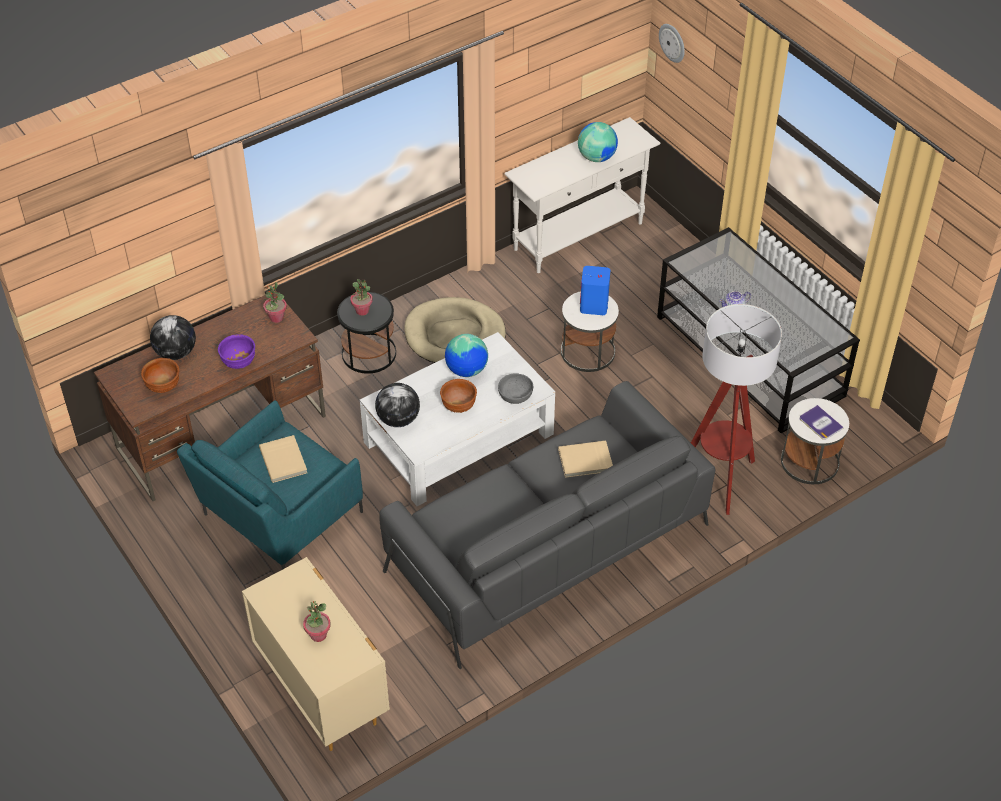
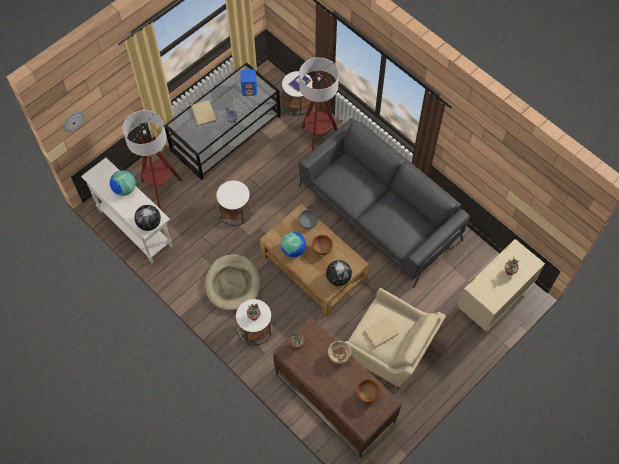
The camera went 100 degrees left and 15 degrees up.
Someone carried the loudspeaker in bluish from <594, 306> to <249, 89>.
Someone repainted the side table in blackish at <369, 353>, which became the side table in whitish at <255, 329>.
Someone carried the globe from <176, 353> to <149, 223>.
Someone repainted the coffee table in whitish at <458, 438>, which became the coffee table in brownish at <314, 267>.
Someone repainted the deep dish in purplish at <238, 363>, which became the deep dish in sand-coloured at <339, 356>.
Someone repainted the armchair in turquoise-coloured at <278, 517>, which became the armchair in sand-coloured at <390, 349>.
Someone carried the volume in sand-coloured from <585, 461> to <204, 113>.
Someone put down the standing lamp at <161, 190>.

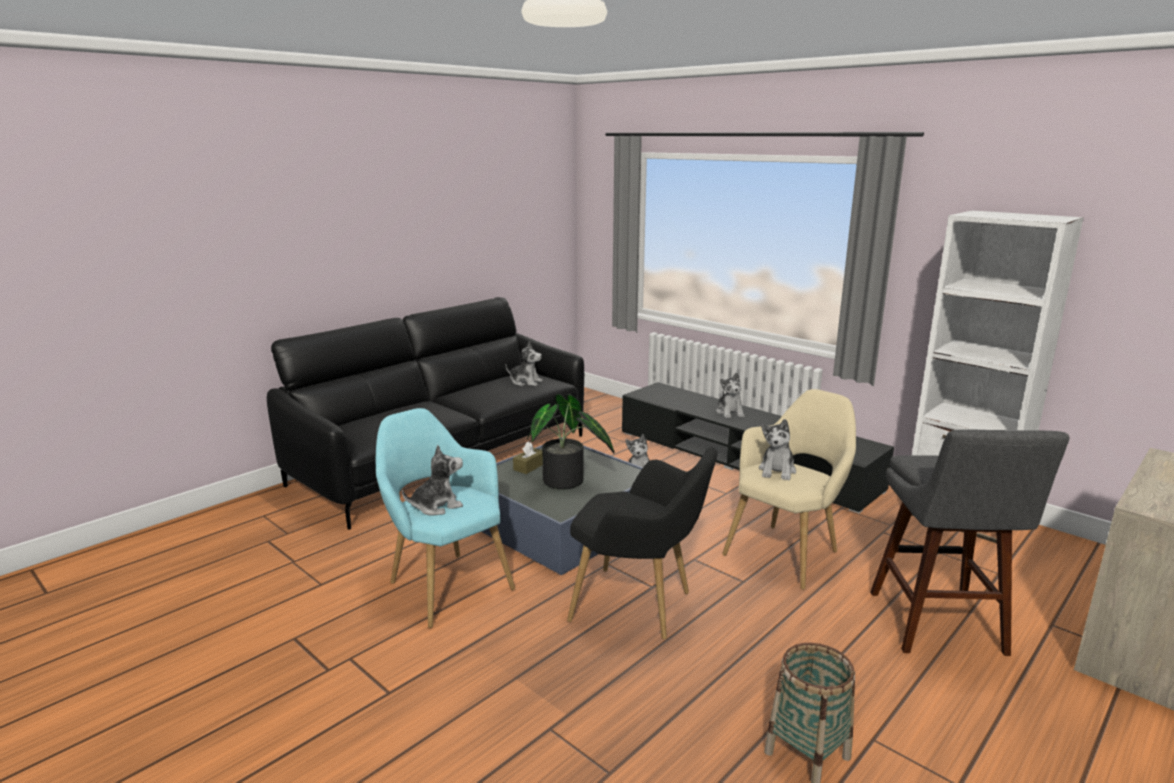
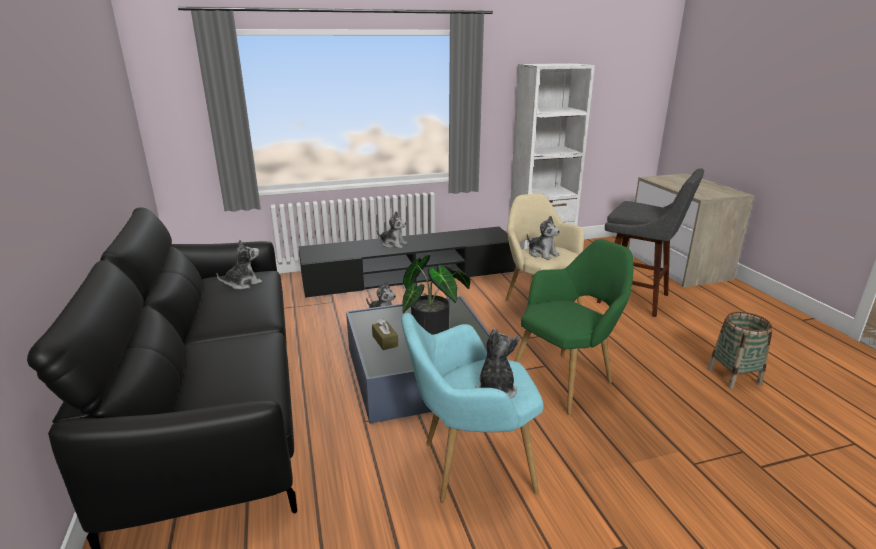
The camera went 60 degrees left and 5 degrees up.
Someone repainted the armchair in blackish at <639, 607>, which became the armchair in green at <567, 379>.

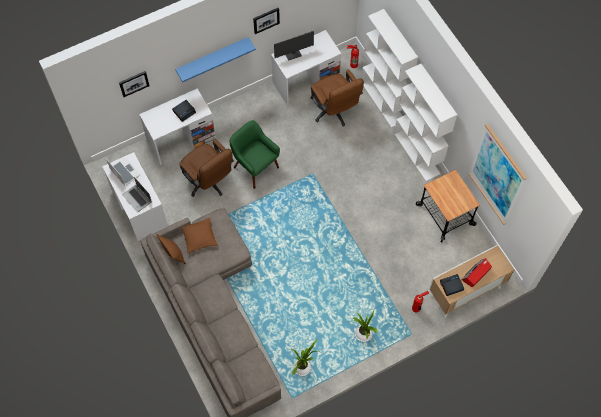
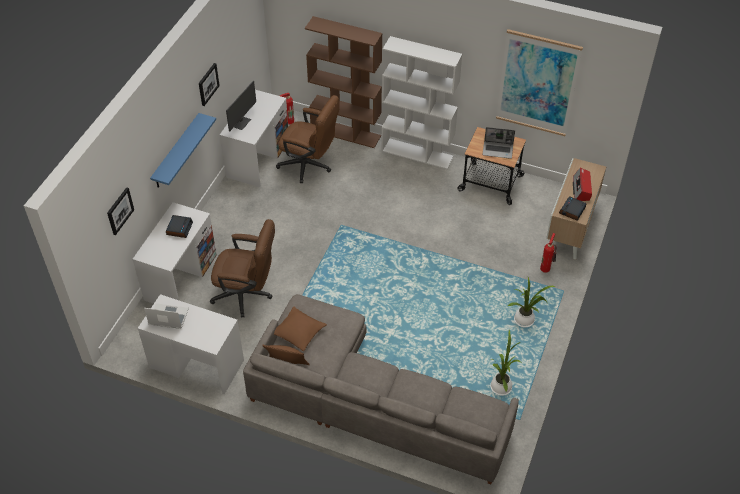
The camera went 40 degrees left and 15 degrees down.
Someone repainted the bookcase in whitish at <383, 101>, which became the bookcase in brownish at <346, 133>.
Someone took away the armchair in green at <255, 167>.
Someone carried the laptop from <137, 198> to <498, 150>.

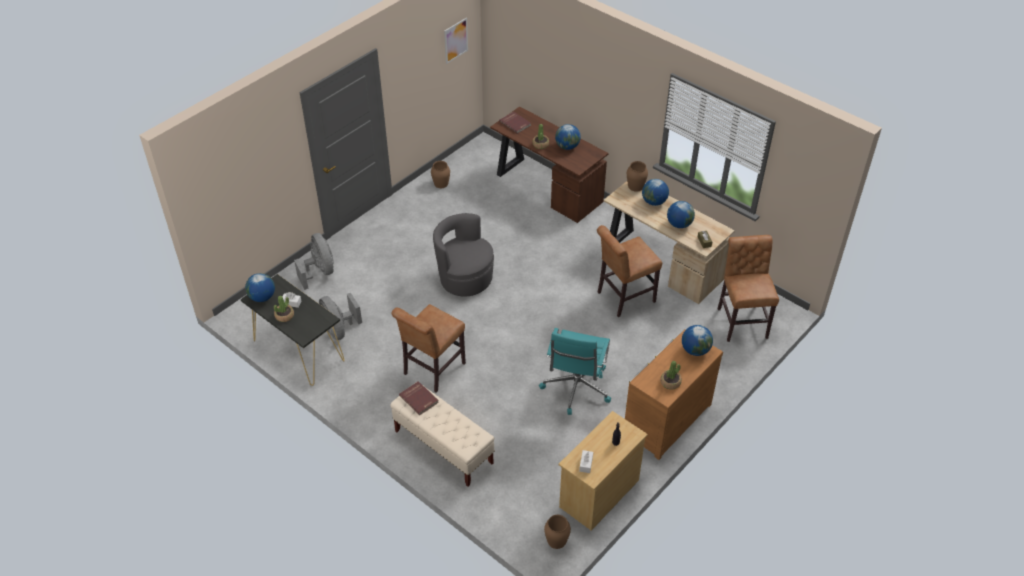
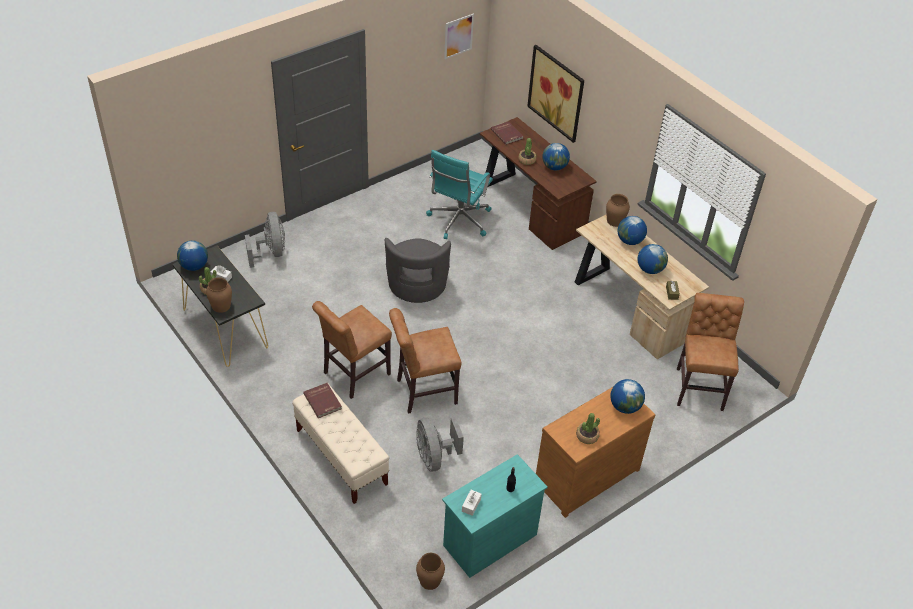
The camera went 10 degrees right and 0 degrees up.
Someone carried the decorative vase in brownish from <441, 183> to <221, 305>.
Someone rotated the armchair in grey at <465, 278> by 135 degrees counterclockwise.
Someone carried the upright chair in brownish from <623, 298> to <423, 392>.
Someone carried the electric fan in grey from <339, 330> to <434, 457>.
Someone carried the desk chair in turquoise-coloured from <576, 388> to <458, 221>.
Someone repainted the dresser in sand-coloured at <599, 493>, which became the dresser in turquoise-coloured at <489, 540>.
Someone put up the picture at <556, 93>.

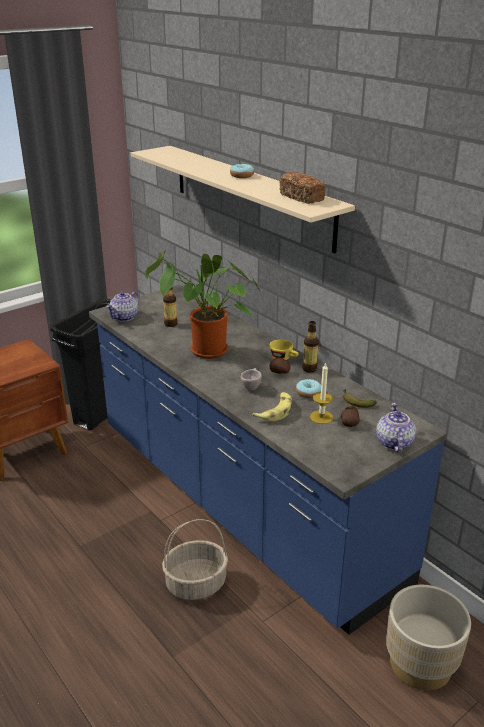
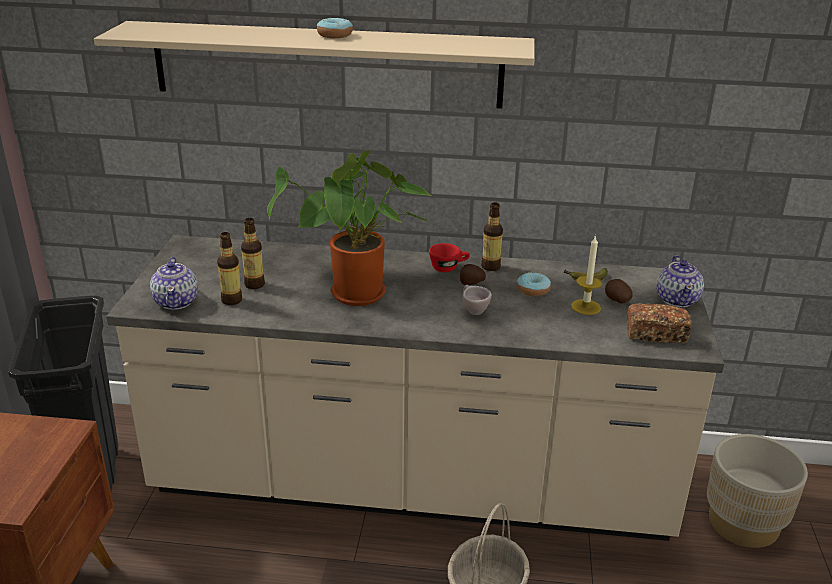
The camera went 45 degrees left and 0 degrees up.
Someone carried the bakery bread from <302, 198> to <656, 334>.
Someone repainted the kitchen counter in bluish at <241, 503>, which became the kitchen counter in sand-coloured at <412, 484>.
Someone repainted the drinking cup in yellow-coloured at <284, 358>, which became the drinking cup in red-coloured at <448, 267>.
Someone took away the banana at <275, 411>.
Someone rotated the tea pot at <393, 443> by 135 degrees counterclockwise.
Someone put down the beverage bottle at <231, 300>.

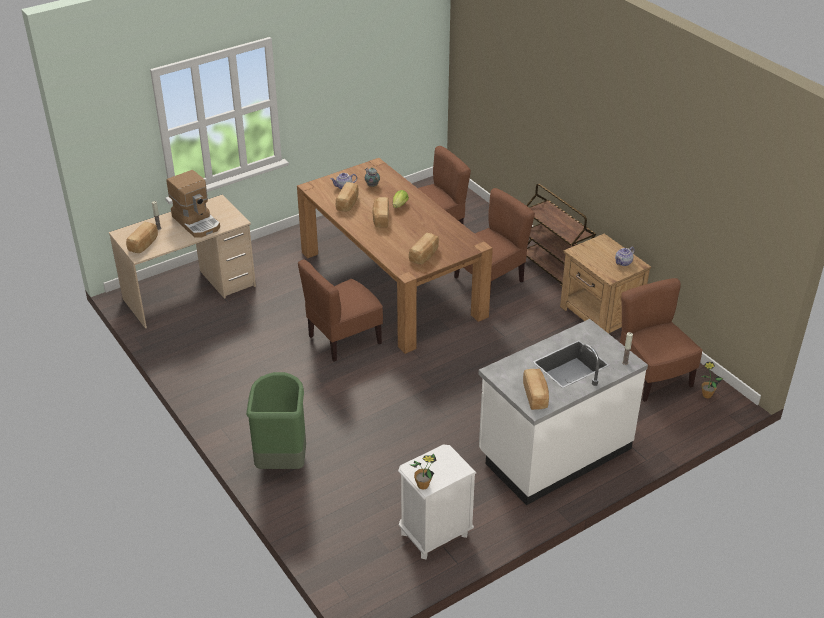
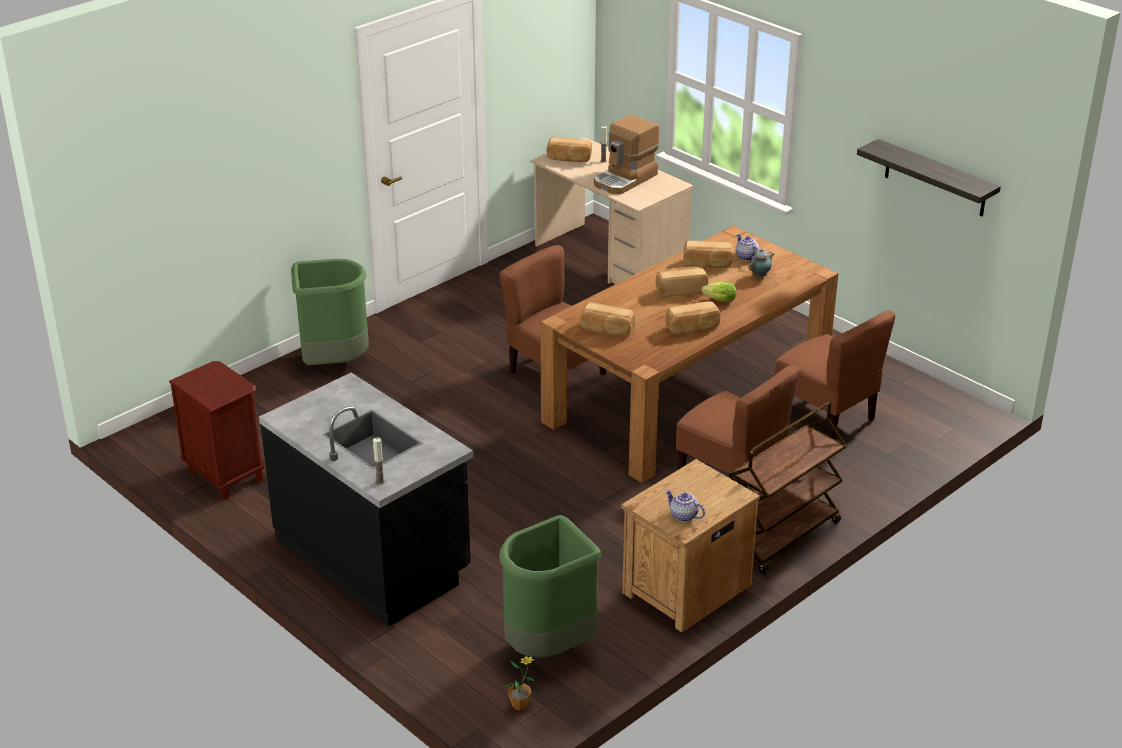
The camera went 80 degrees right and 5 degrees down.
Someone swapped the upright chair in brownish at <653, 377> for the trash can in green at <549, 647>.
Someone repainted the kitchen counter in whitish at <554, 451>, which became the kitchen counter in blackish at <374, 557>.
Someone carried the bakery bread from <536, 396> to <693, 328>.
Someone repainted the bedside table in whitish at <434, 534>, which became the bedside table in brownish at <225, 475>.
Someone took away the potted plant at <423, 485>.
Someone put up the wall shelf at <935, 178>.

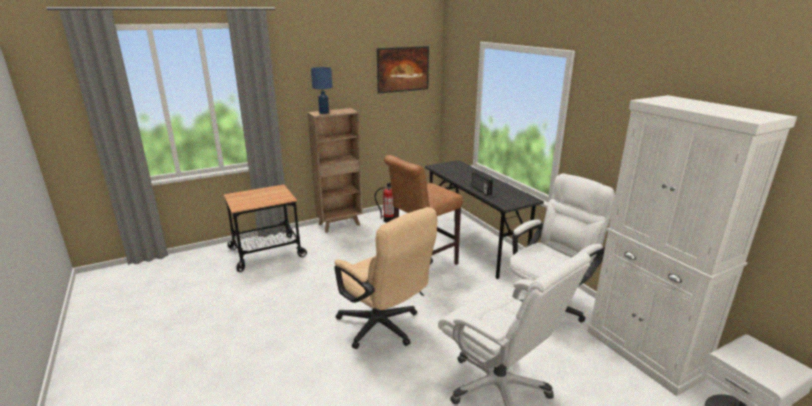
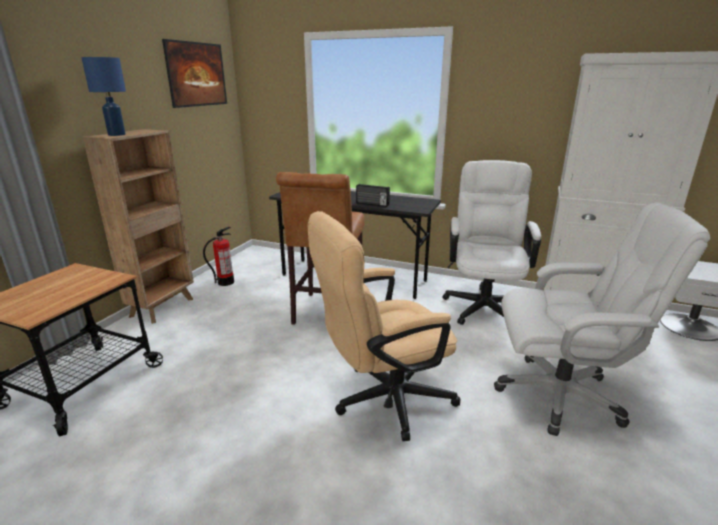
The camera went 40 degrees left and 0 degrees up.
Someone rotated the desk chair in sand-coloured at <383, 328> by 150 degrees clockwise.

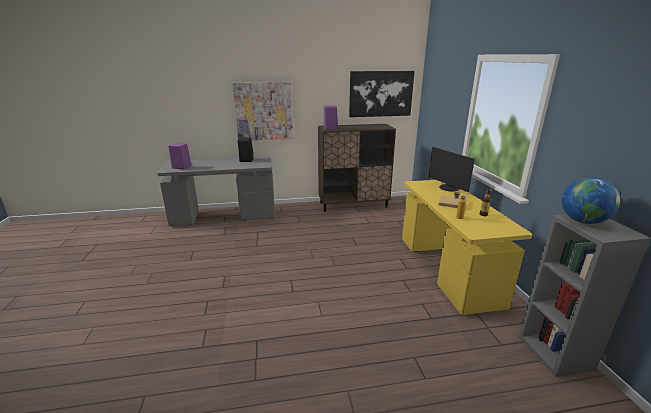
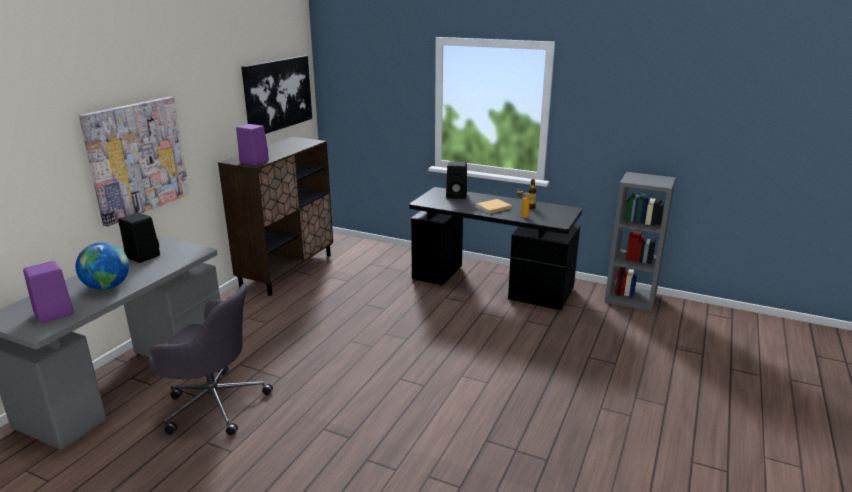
The camera went 55 degrees left and 0 degrees up.
Someone swapped the monitor at <448, 188> for the loudspeaker in blackish at <457, 195>.
Someone carried the globe from <582, 221> to <107, 287>.
Someone repainted the desk unit in yellow-coloured at <447, 269>, which became the desk unit in blackish at <491, 284>.
Someone put down the desk chair in grey at <214, 403>.

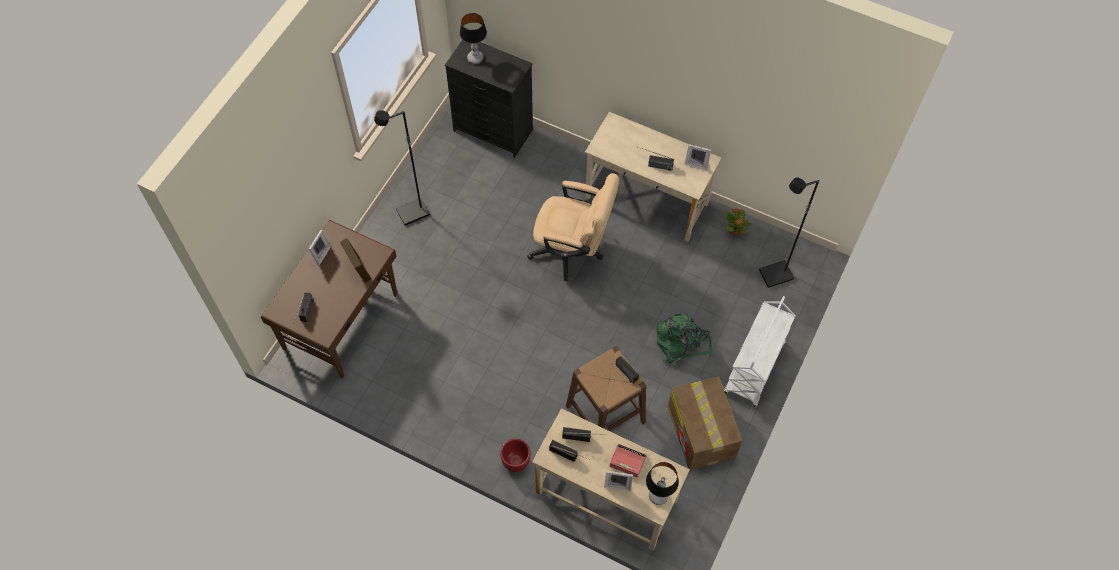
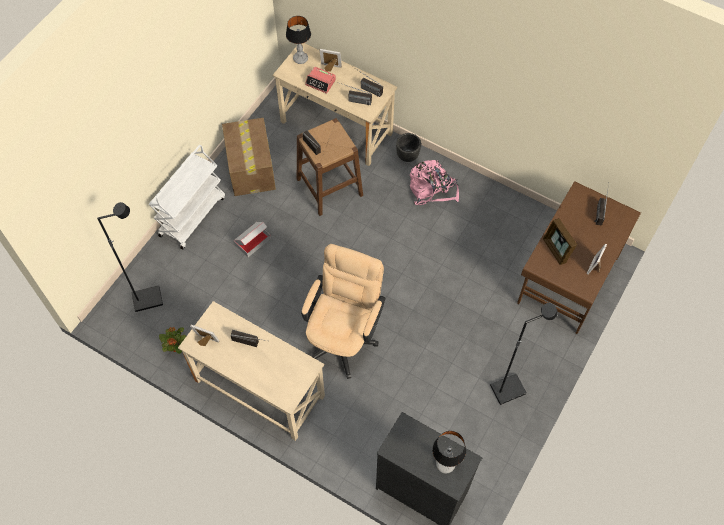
The camera went 175 degrees left and 0 degrees up.
Someone rotated the desk chair in sand-coloured at <572, 251> by 90 degrees clockwise.
Someone swapped the knapsack in green at <681, 343> for the packing box at <252, 241>.
Someone repainted the flower pot in red-coloured at <516, 462>, which became the flower pot in blackish at <407, 155>.
Someone put down the knapsack in pinkish at <432, 189>.

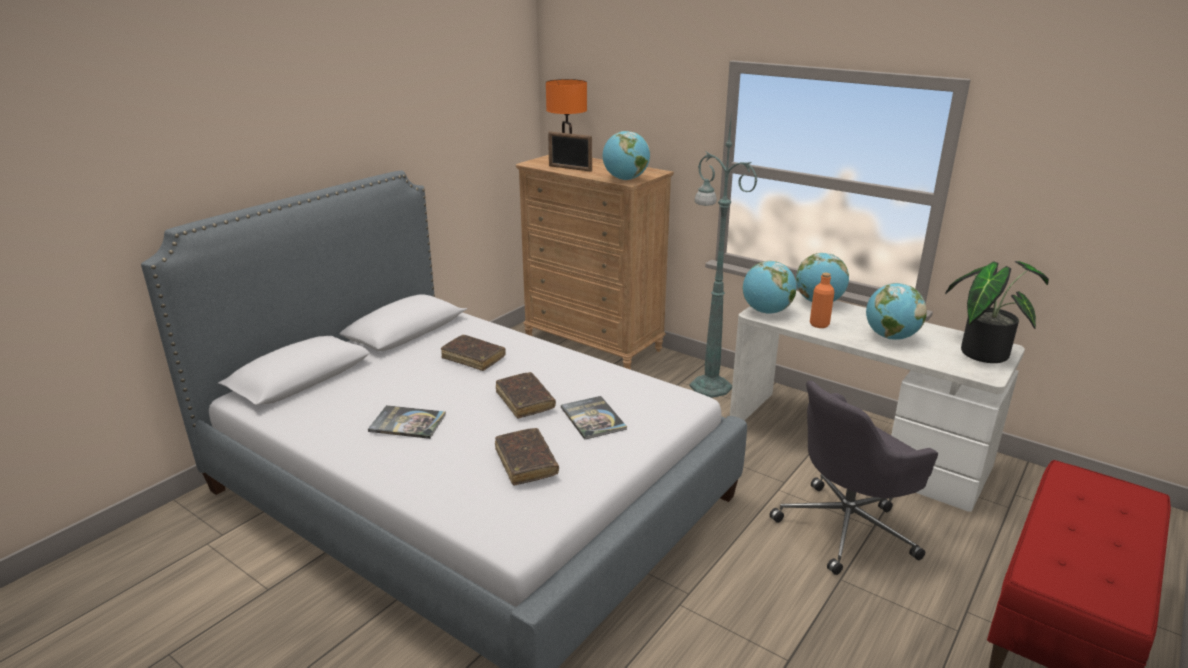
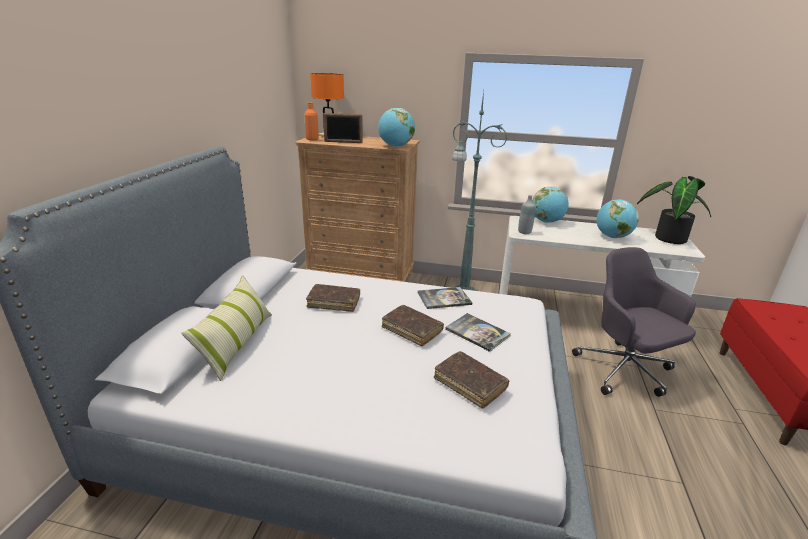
The camera went 25 degrees left and 0 degrees up.
Someone swapped the globe at <766, 312> for the beverage bottle in grey at <524, 232>.
Someone carried the beverage bottle in orange-coloured from <819, 324> to <312, 139>.
Someone rotated the desk chair in grey at <847, 527> by 120 degrees clockwise.
Someone carried the volume from <407, 423> to <444, 298>.
Someone put down the pillow at <237, 343>.

